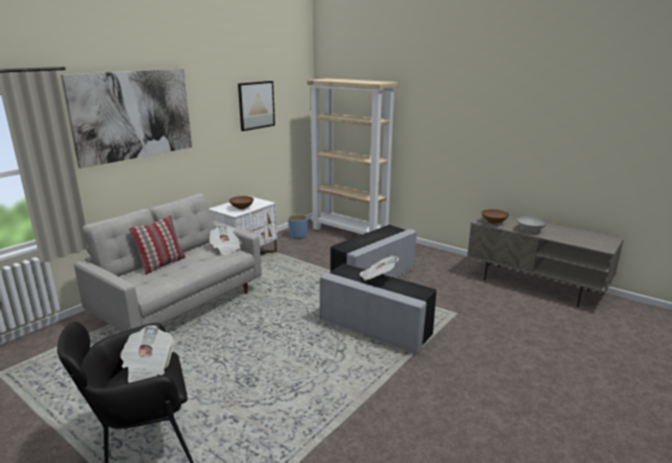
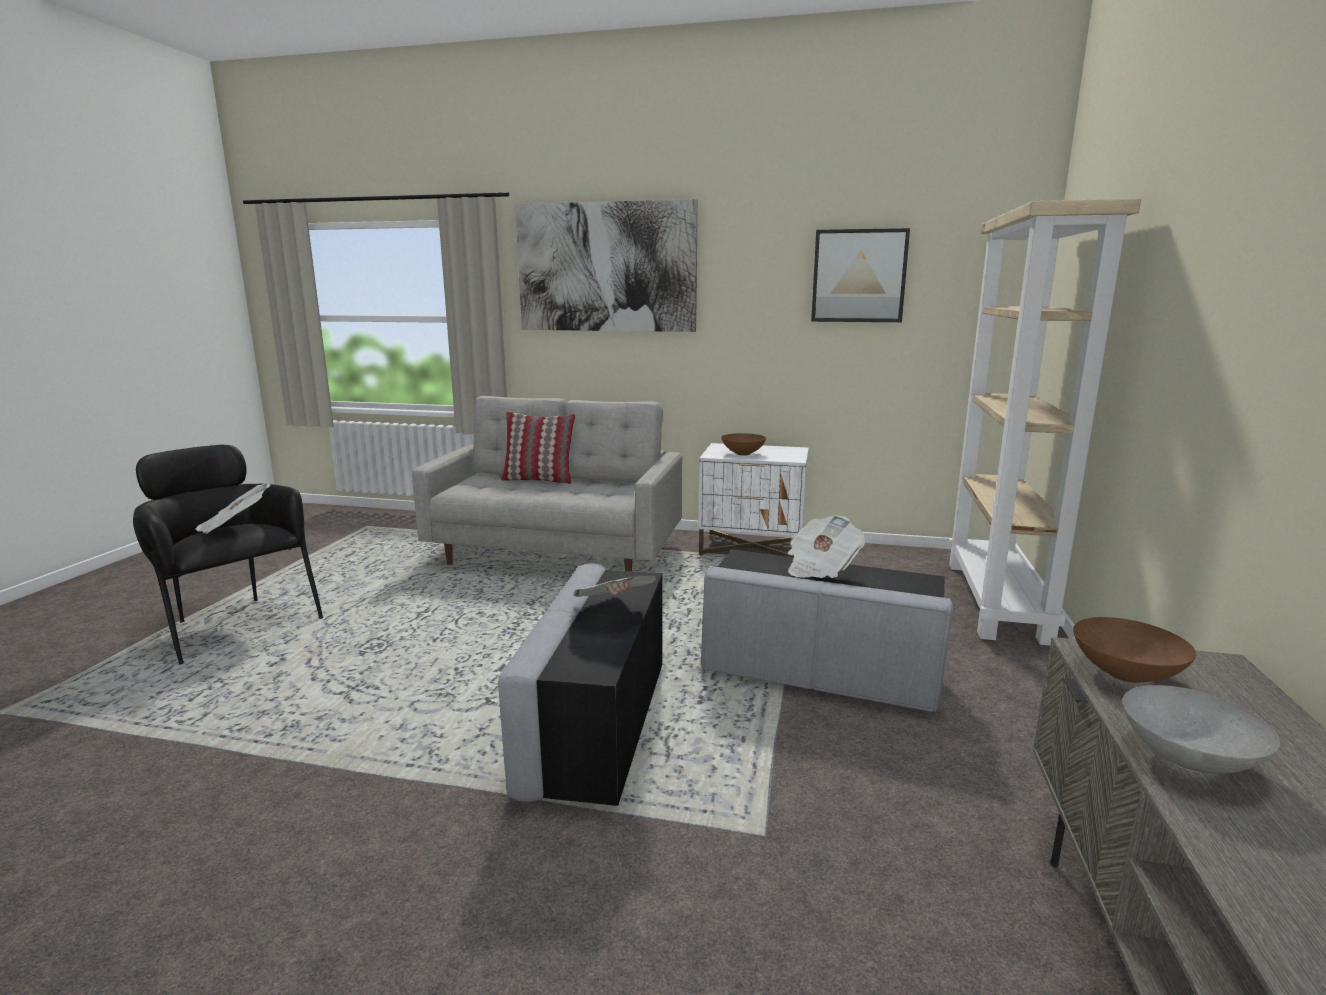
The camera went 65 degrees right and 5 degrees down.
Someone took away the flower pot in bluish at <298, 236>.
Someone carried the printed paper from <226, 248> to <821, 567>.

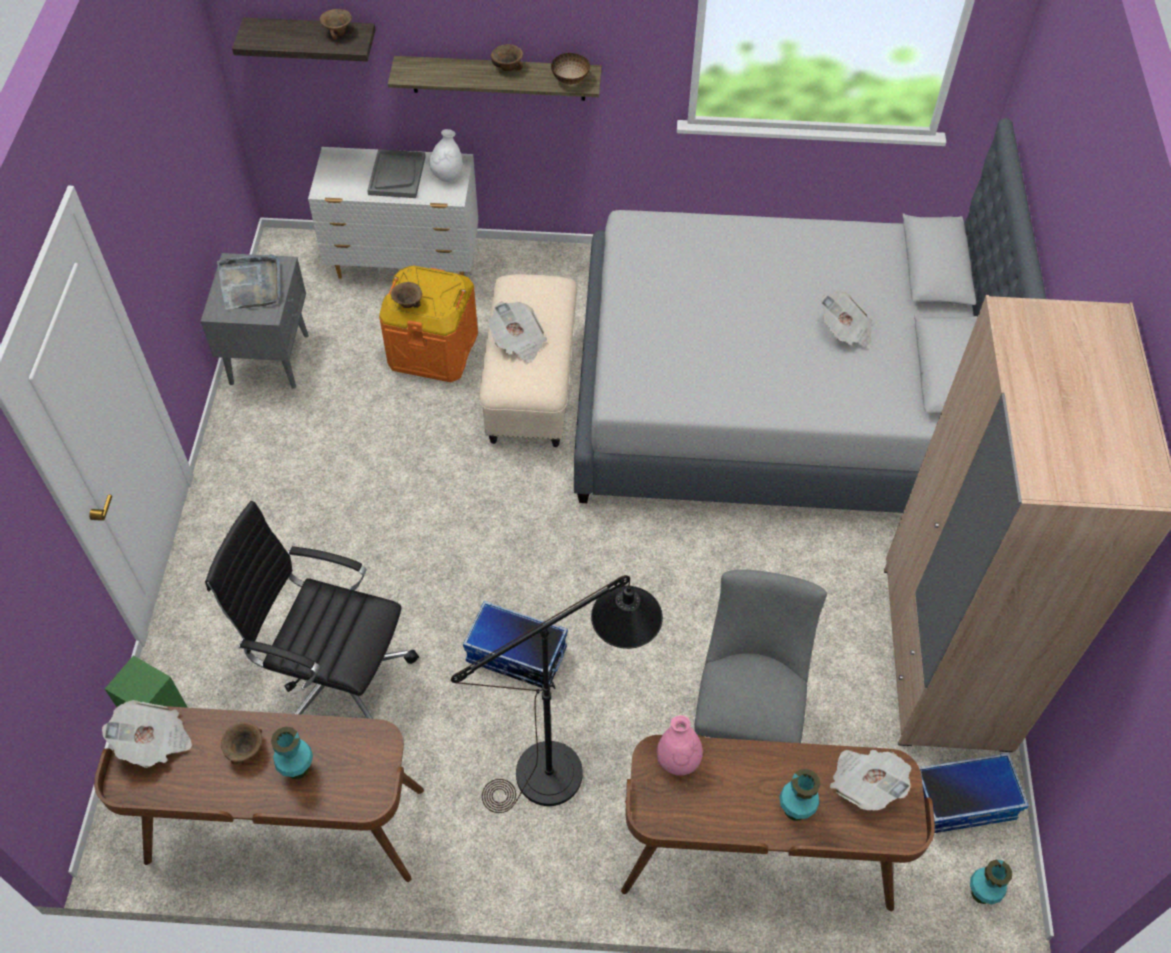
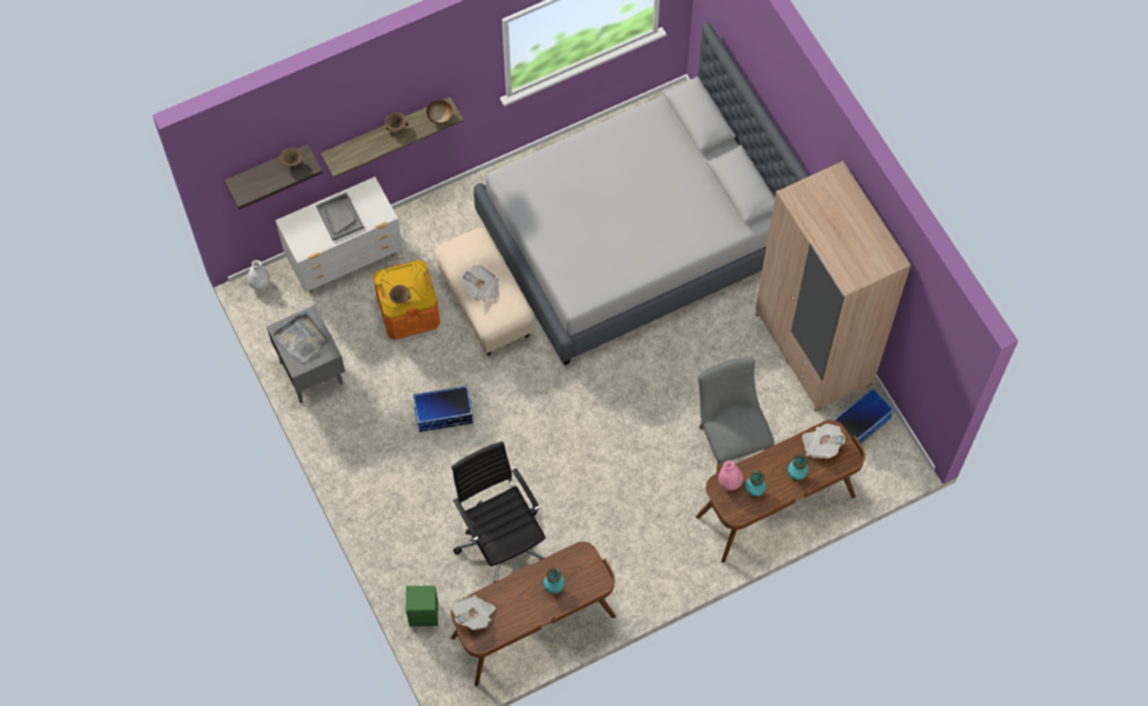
The camera went 30 degrees left and 10 degrees up.
Someone carried the decorative vase in whitish from <447, 176> to <260, 283>.
Someone took away the printed paper at <845, 331>.
Someone rotated the desk chair in blackish at <335, 678> by 75 degrees clockwise.
Someone took away the standing lamp in blackish at <567, 766>.
Someone carried the storage container from <515, 656> to <443, 414>.
Someone took away the deep dish in brownish at <246, 749>.
Someone carried the decorative vase in turquoise-coloured from <981, 893> to <754, 491>.

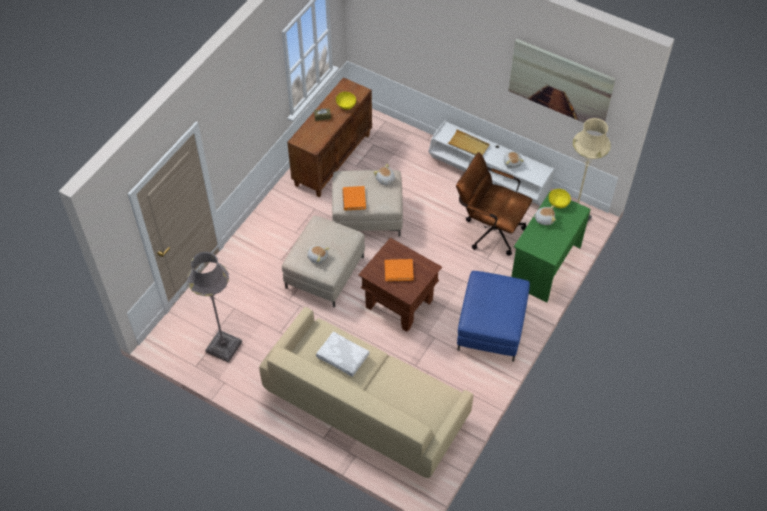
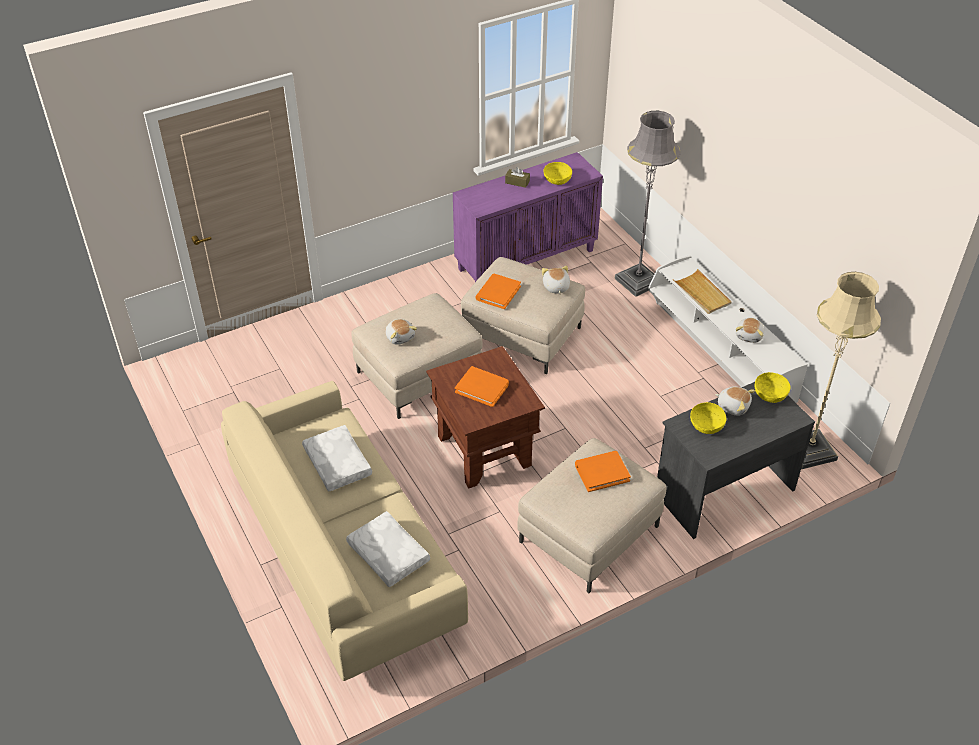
The camera went 30 degrees right and 10 degrees down.
Someone took away the picture at <560, 83>.
Someone repainted the cupboard in brownish at <332, 159>, which became the cupboard in purplish at <526, 259>.
Someone took away the desk chair in brownish at <489, 229>.
Someone repainted the desk unit in green at <544, 265>, which became the desk unit in grey at <723, 491>.
Someone carried the standing lamp in grey from <224, 347> to <638, 281>.
Someone repainted the ottoman in bluish at <491, 326>, which became the ottoman in sand-coloured at <589, 534>.
Someone put down the deep dish in yellow-coloured at <706, 425>.
Someone put down the volume in orange-coloured at <602, 472>.
Someone put down the pillow in whitish at <387, 555>.

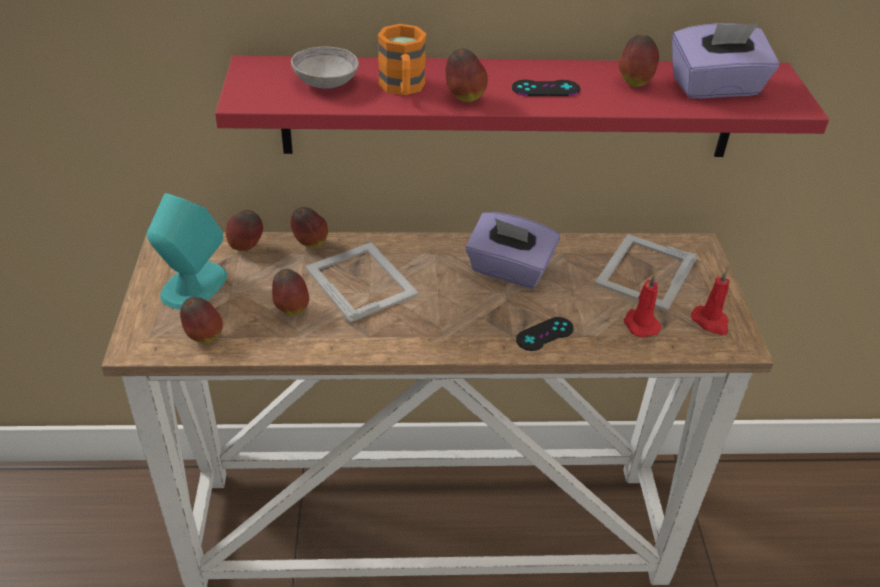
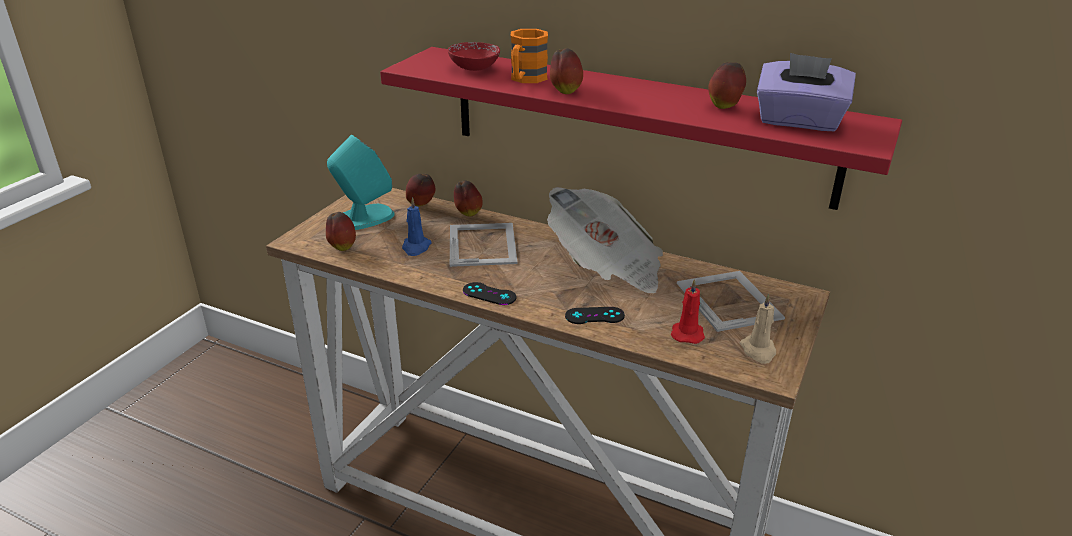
The camera went 30 degrees right and 10 degrees down.
Someone repainted the deep dish in grey at <326, 83>, which became the deep dish in red-coloured at <474, 68>.
Someone carried the game controller in blackish from <545, 89> to <489, 294>.
Someone swapped the tissue holder in purplish at <509, 270> for the printed paper at <606, 267>.
Someone rotated the photo frame at <644, 272> by 105 degrees clockwise.
Someone swapped the apple at <291, 309> for the wax candle in bluish at <416, 247>.
Someone repainted the wax candle in red-coloured at <711, 322>, which became the wax candle in sand-coloured at <758, 351>.

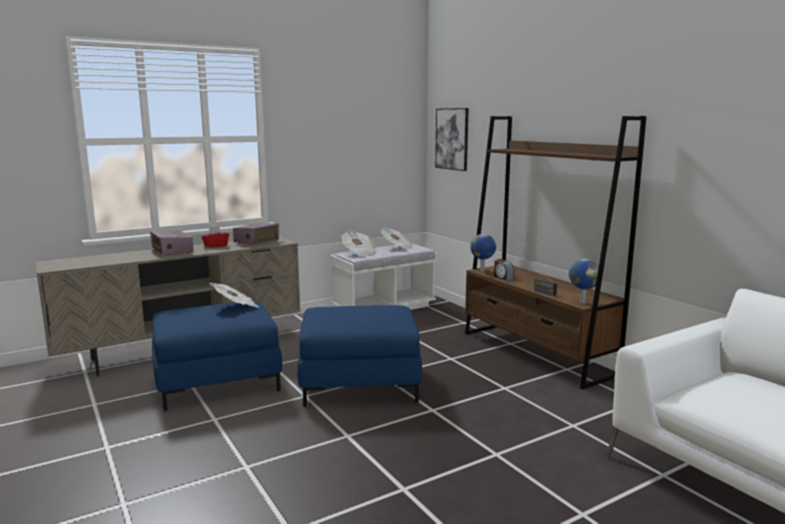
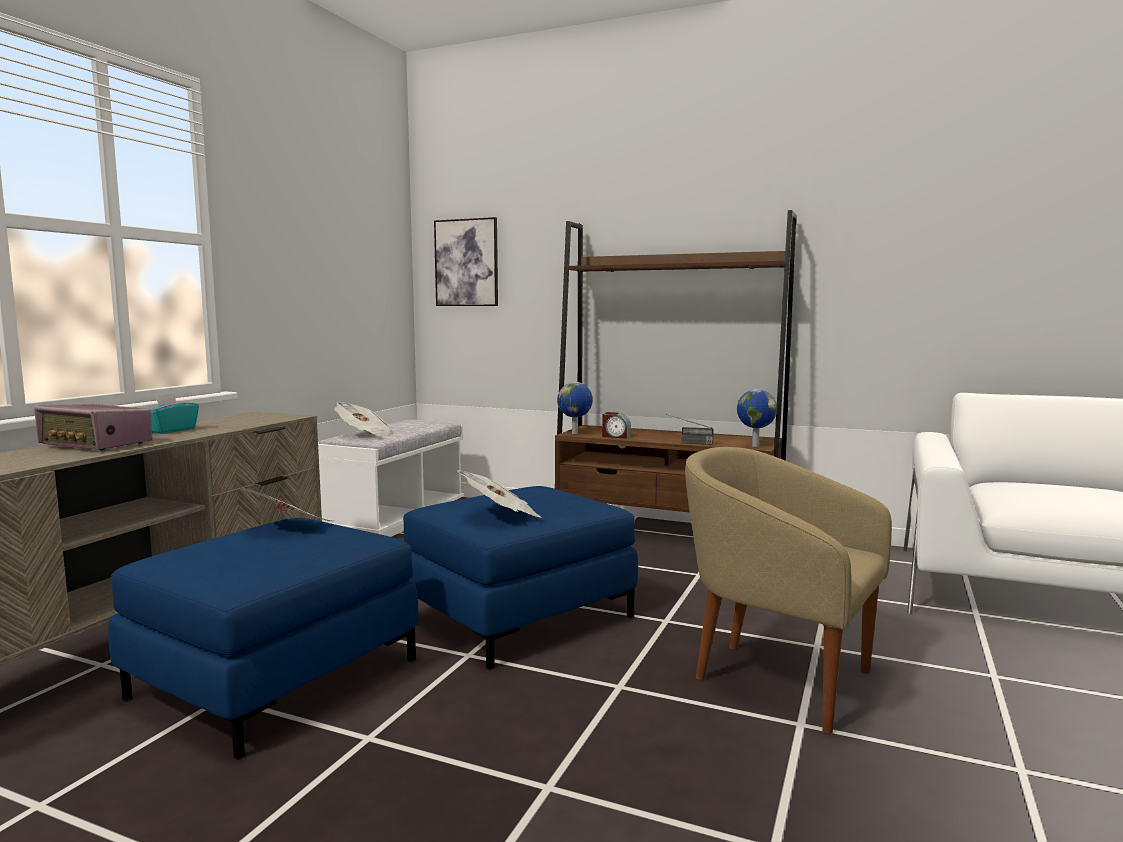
The camera went 35 degrees left and 5 degrees down.
Someone took away the radio set at <257, 242>.
Someone repainted the tissue holder in red-coloured at <215, 246>, which became the tissue holder in turquoise-coloured at <170, 430>.
Someone carried the printed paper from <397, 247> to <501, 516>.
Someone put down the armchair in sand-coloured at <776, 679>.

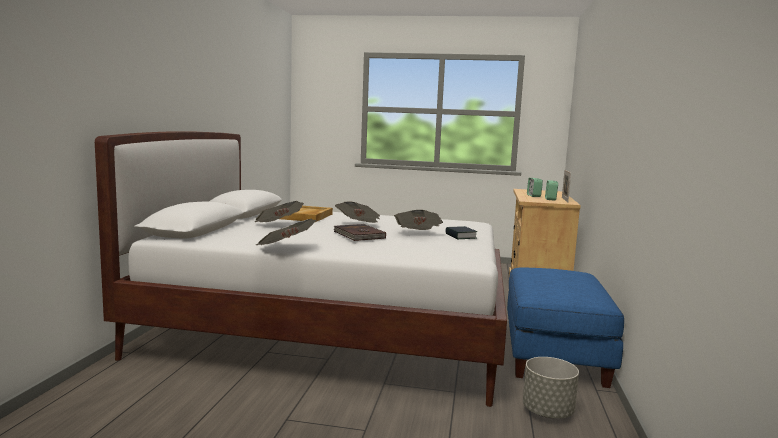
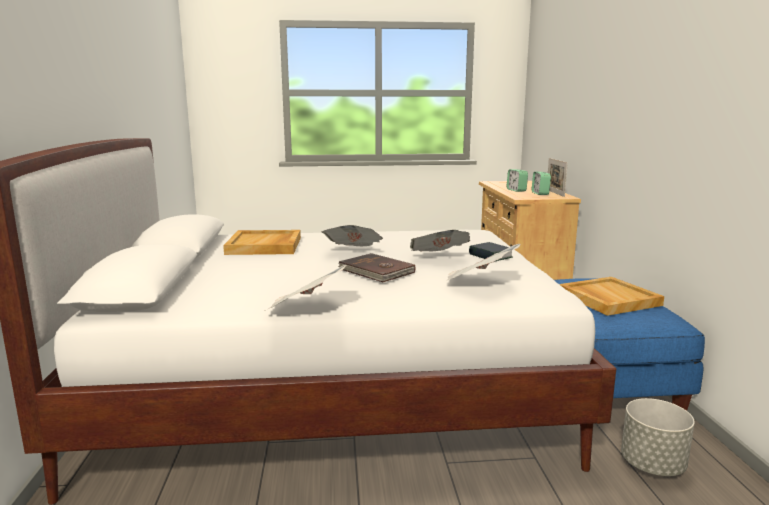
The camera went 15 degrees left and 5 degrees up.
Someone carried the printed paper from <278, 225> to <478, 282>.
Someone put down the serving tray in sand-coloured at <607, 299>.

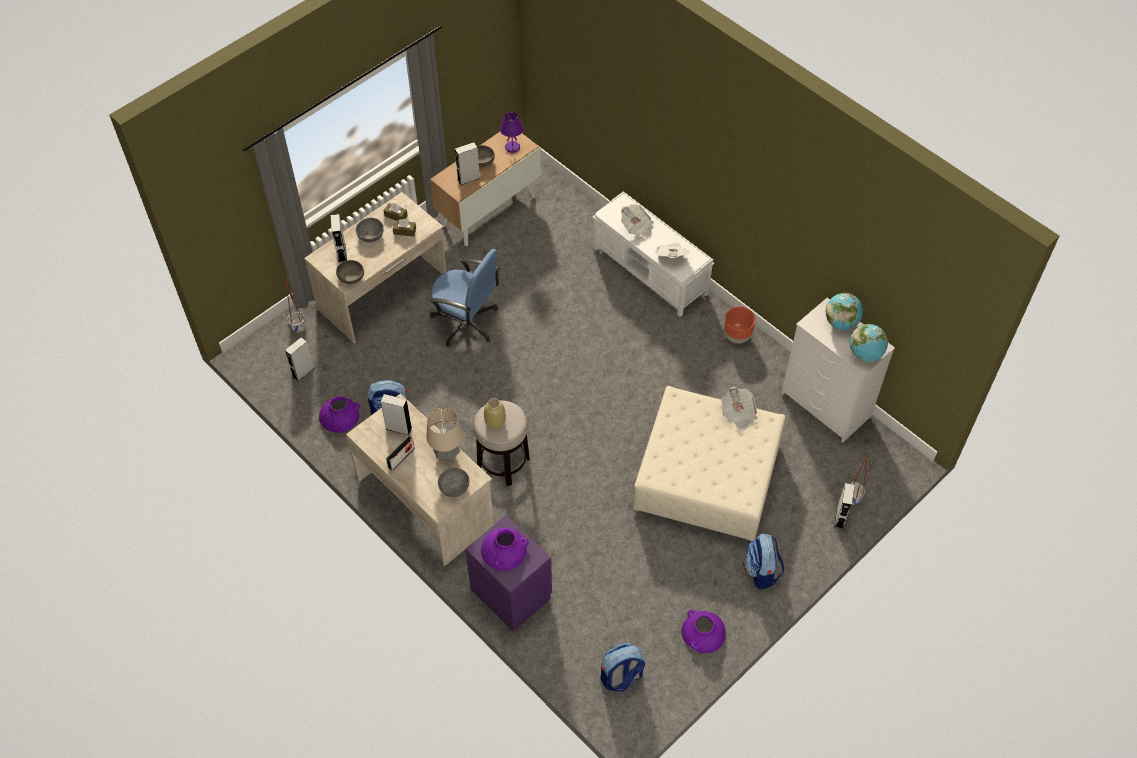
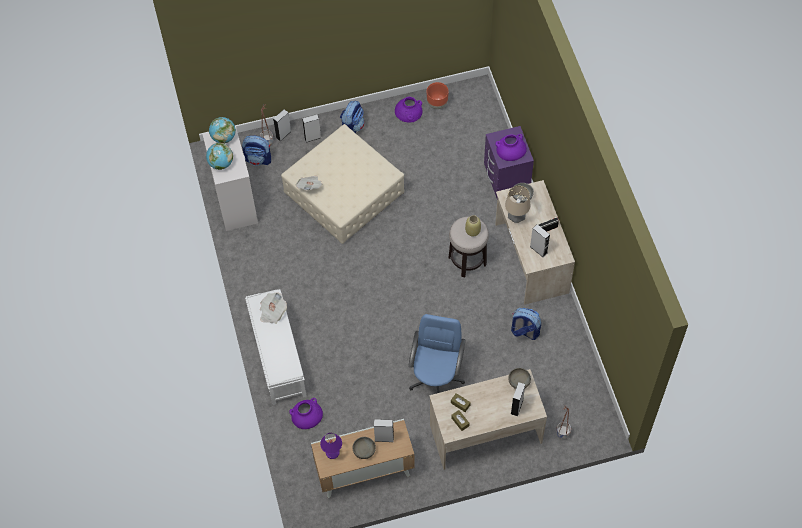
The camera went 150 degrees left and 5 degrees up.
Someone took away the printed paper at <637, 228>.
Someone took away the deep dish in grey at <370, 235>.
Someone rotated the desk chair in bluish at <466, 322> by 45 degrees clockwise.
Someone carried the flower pot in brownish from <737, 336> to <437, 104>.
Someone carried the loudspeaker in grey from <303, 372> to <312, 137>.
Someone carried the decorative vase in purplish from <340, 416> to <306, 415>.
Someone carried the knapsack from <621, 677> to <258, 159>.

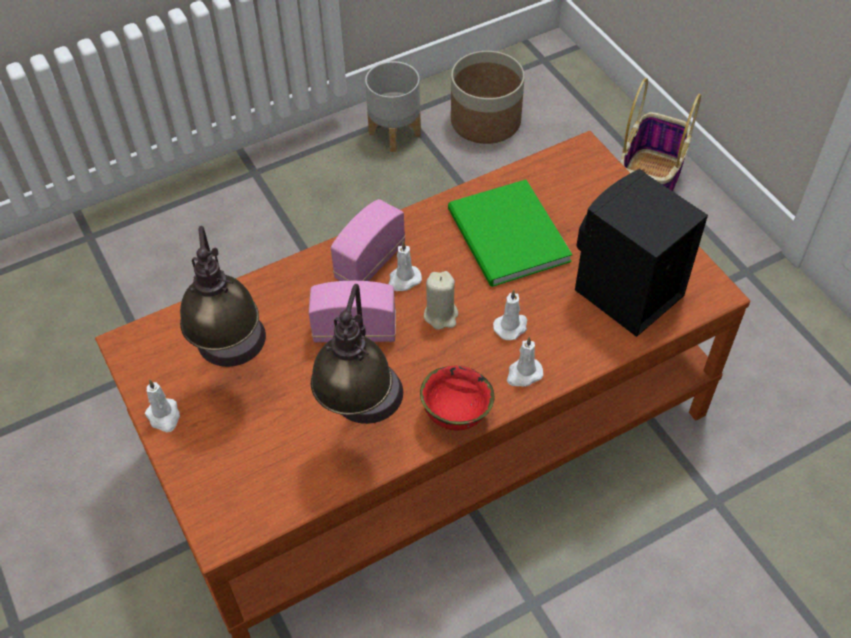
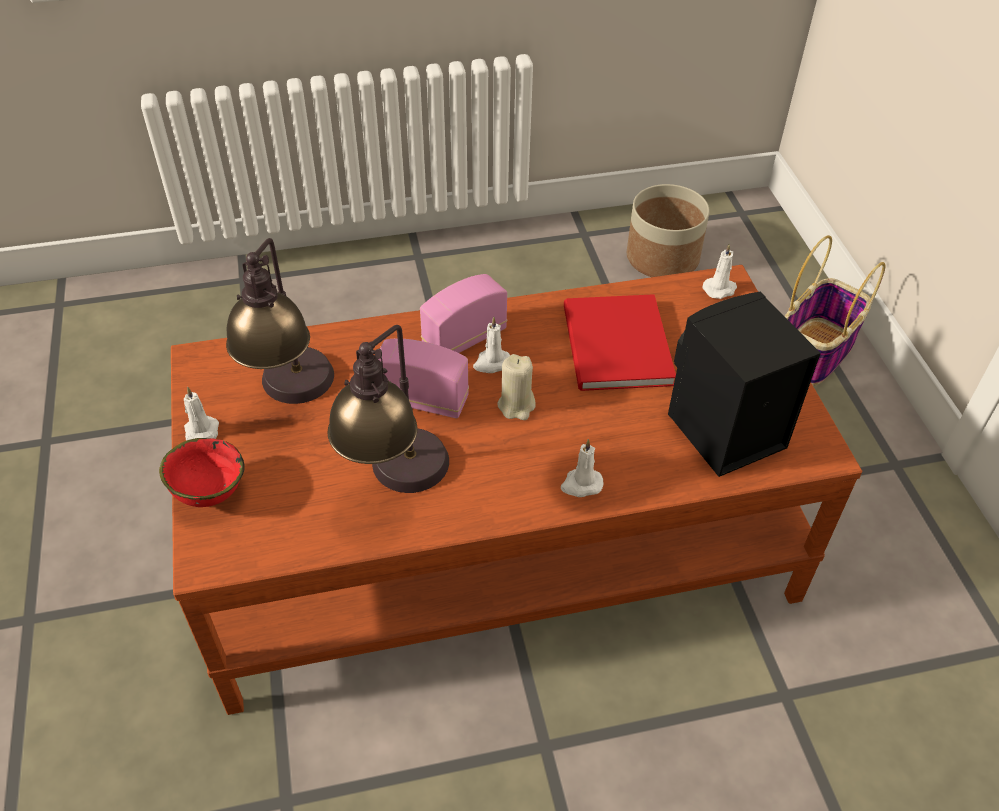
The camera went 15 degrees right and 5 degrees down.
Someone took away the flower pot in grey at <394, 133>.
Someone repainted the volume in green at <507, 238>, which became the volume in red-coloured at <614, 348>.
Someone carried the wax candle in whitish from <511, 326> to <720, 289>.
Someone carried the deep dish in red-coloured from <454, 415> to <208, 493>.

